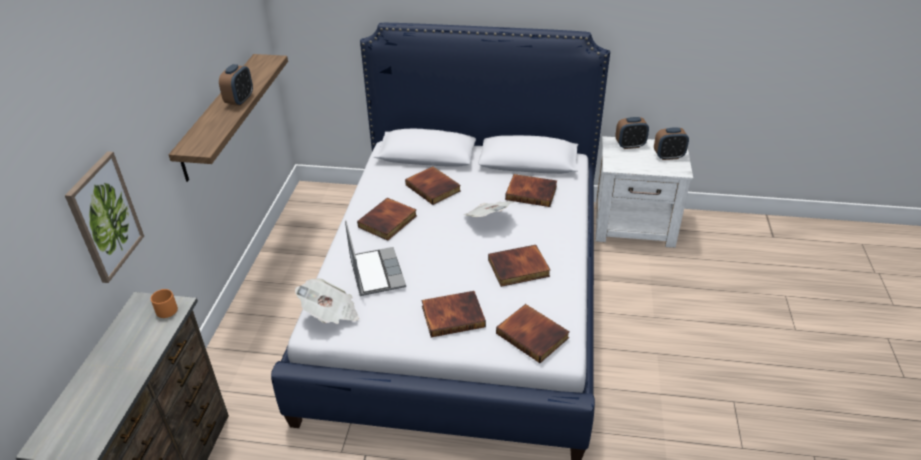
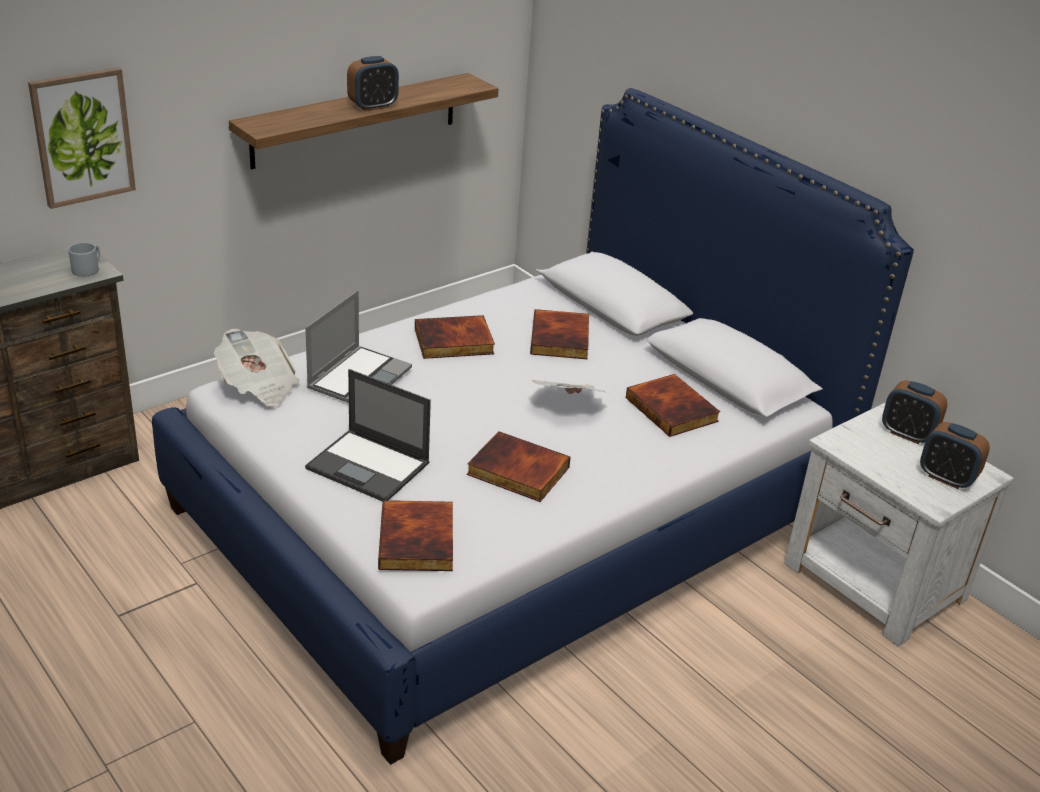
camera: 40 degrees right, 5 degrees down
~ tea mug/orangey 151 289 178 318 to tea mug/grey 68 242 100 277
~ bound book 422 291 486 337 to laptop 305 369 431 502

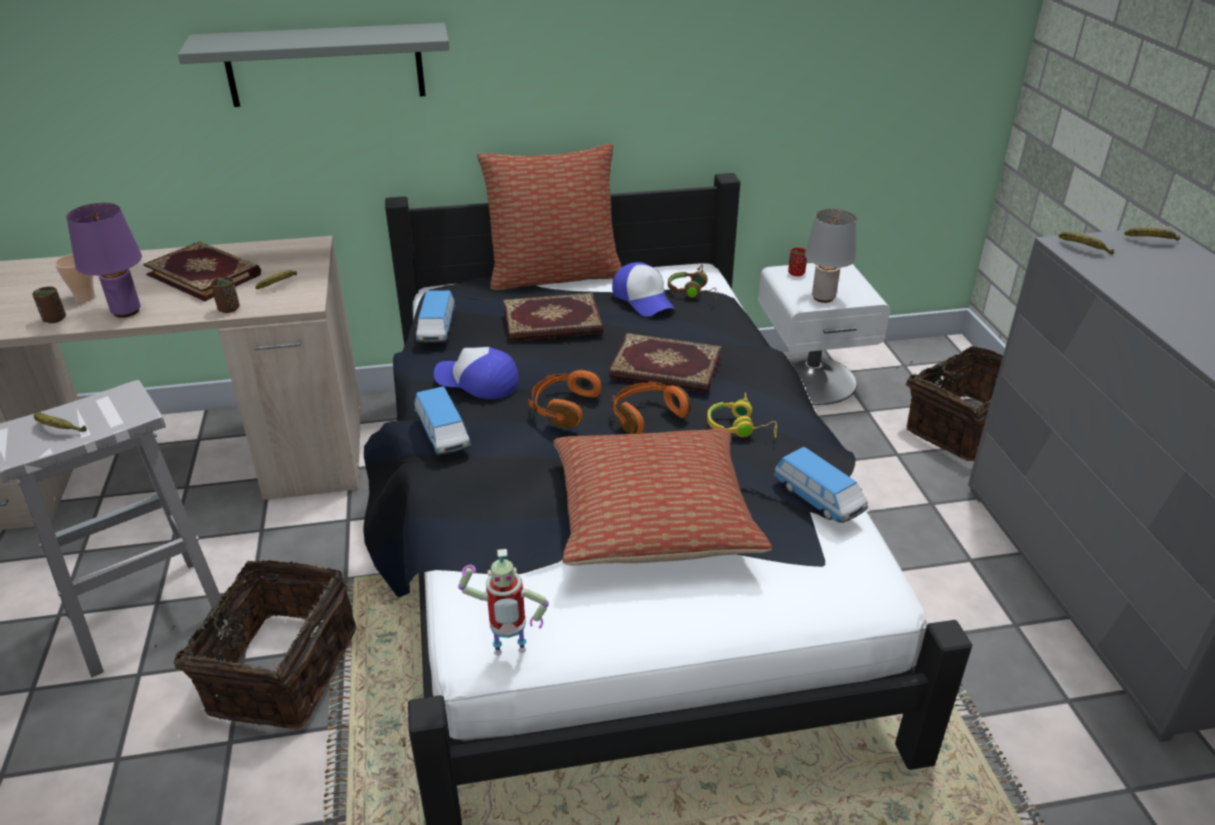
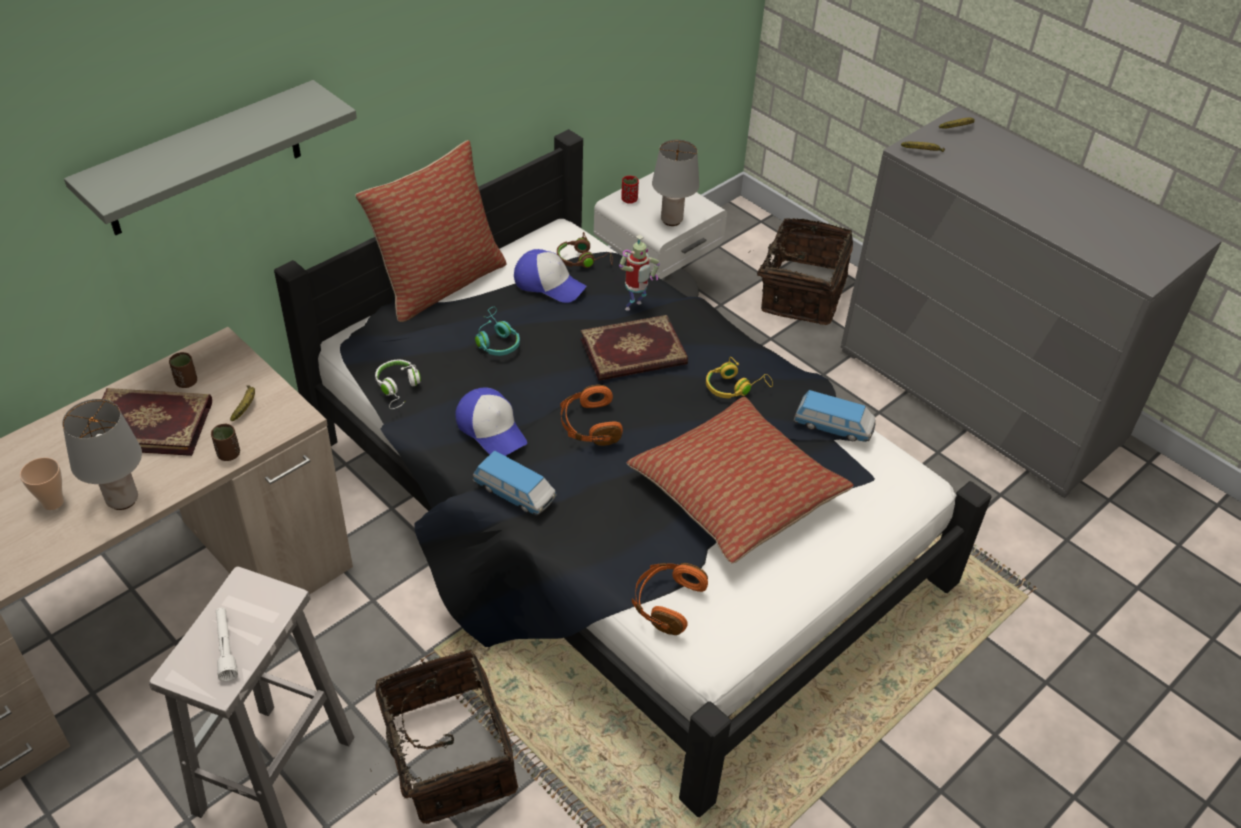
camera: 35 degrees left, 10 degrees up
~ table lamp/purple-coloured 66 203 142 318 to table lamp/grey 62 399 142 510
~ drinking cup/brown 32 286 66 323 to 169 352 197 388
~ model car 415 290 455 343 to pair of headphones/white 375 360 421 409
~ bound book 503 293 603 341 to pair of headphones/blue-green 475 307 520 356
~ cap 434 347 519 399 = 455 387 527 456 120 degrees counterclockwise
~ pair of headphones/orangey 612 381 691 434 to 632 563 708 635
~ banana 33 413 87 432 to flashlight/white 216 608 238 681
~ toy robot 458 549 549 656 to 619 235 660 311

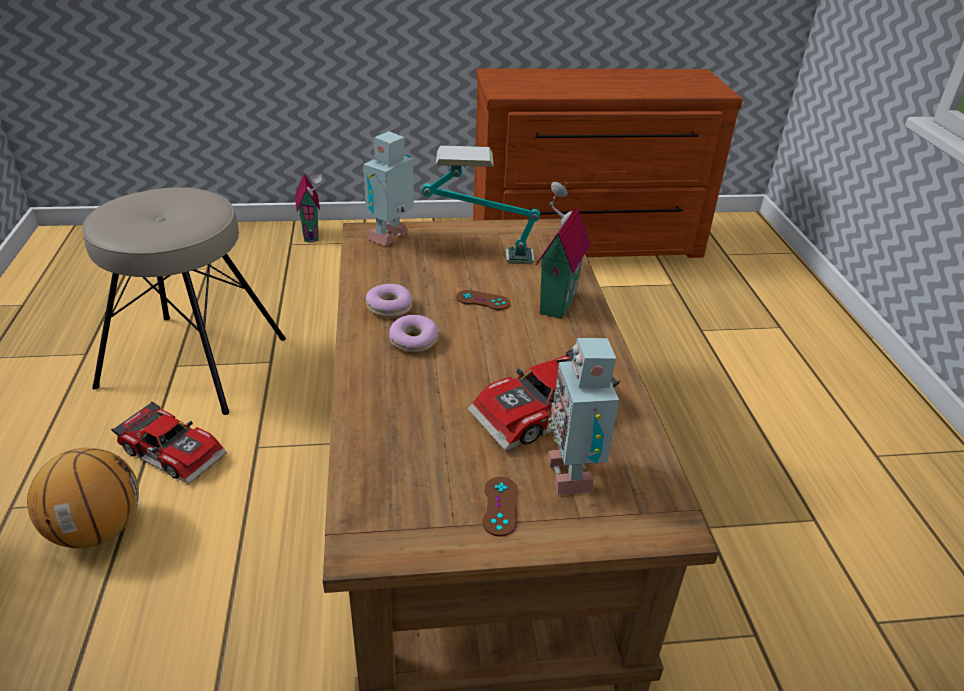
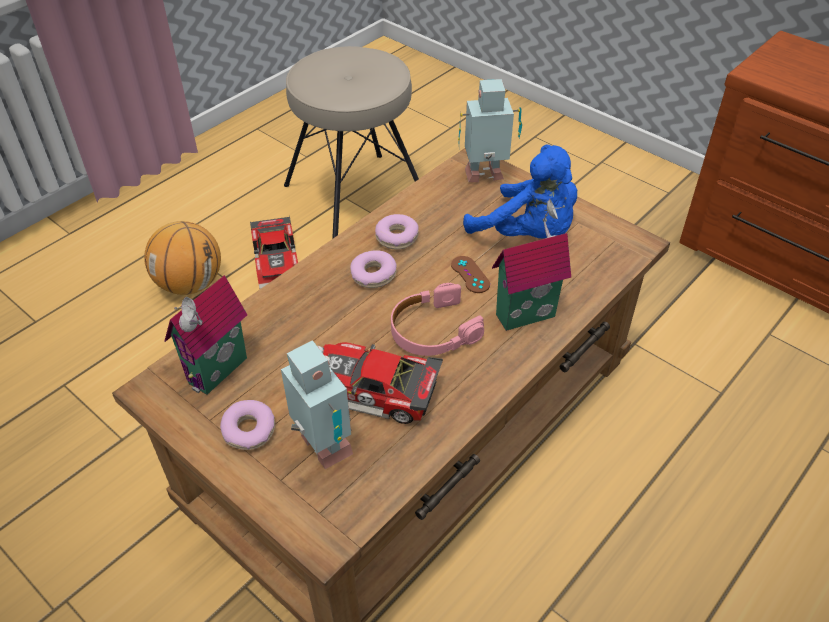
camera: 50 degrees right, 10 degrees up
~ table lamp 422 145 540 264 to plush toy/blue 463 145 577 238
~ toy house 295 171 322 242 to 165 275 247 395
~ toy robot 547 338 619 495 = 281 340 353 469 105 degrees clockwise
~ joypad/brown 482 477 518 537 to doughnut 220 400 275 450
+ pair of headphones/pinkish 391 283 484 356

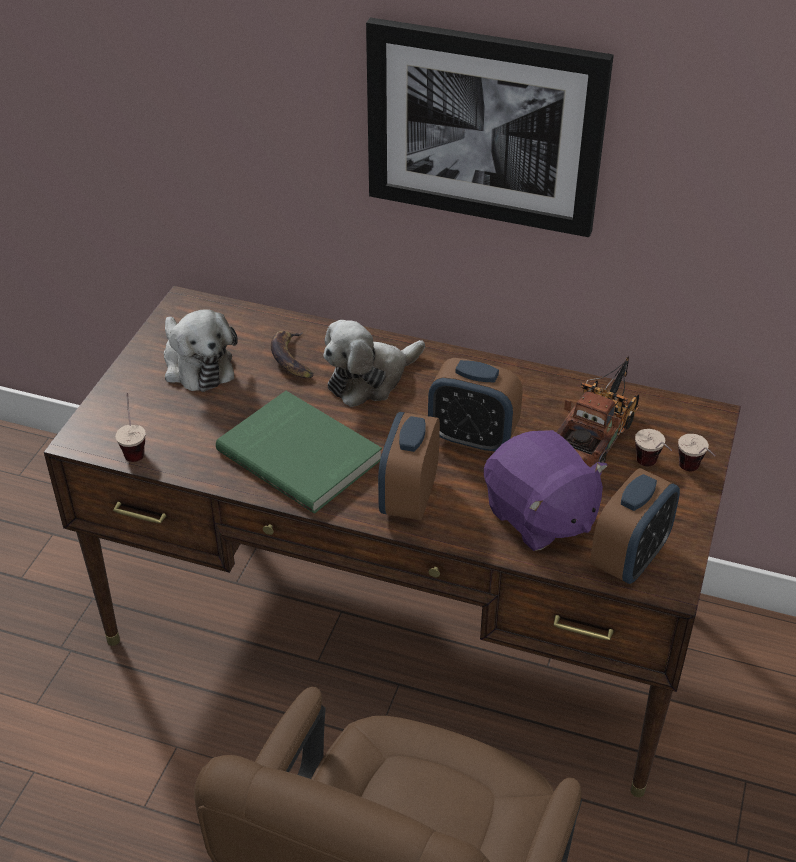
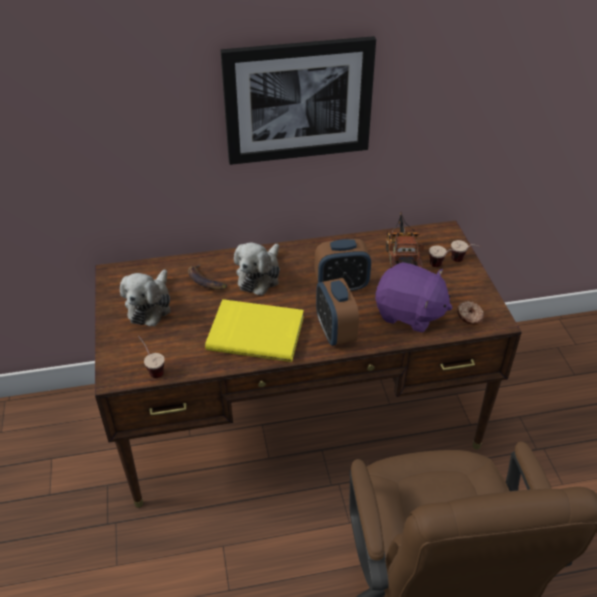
camera: 30 degrees left, 0 degrees up
~ plush toy 164 309 238 392 = 120 269 171 326 75 degrees clockwise
~ bound book/greenish 216 391 382 513 to bound book/yellow-coloured 205 299 304 362
~ table clock 590 468 680 584 to doughnut 457 301 484 325

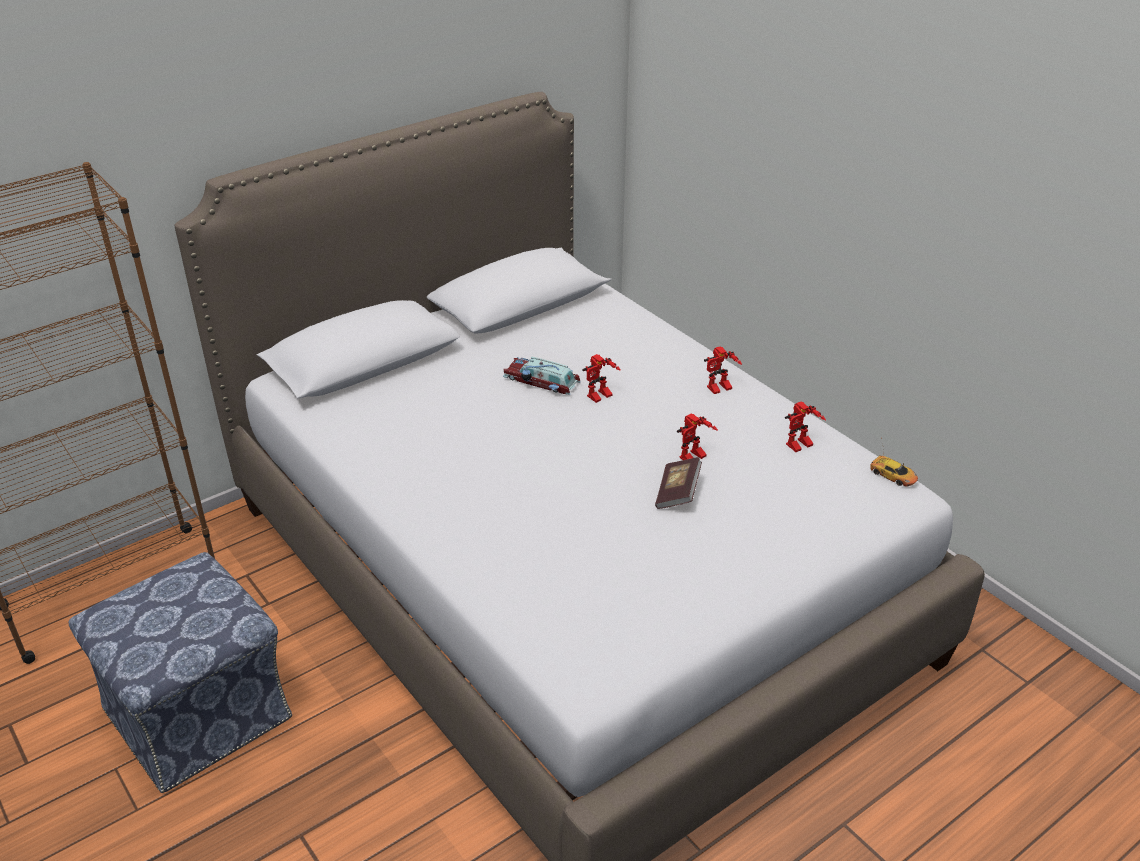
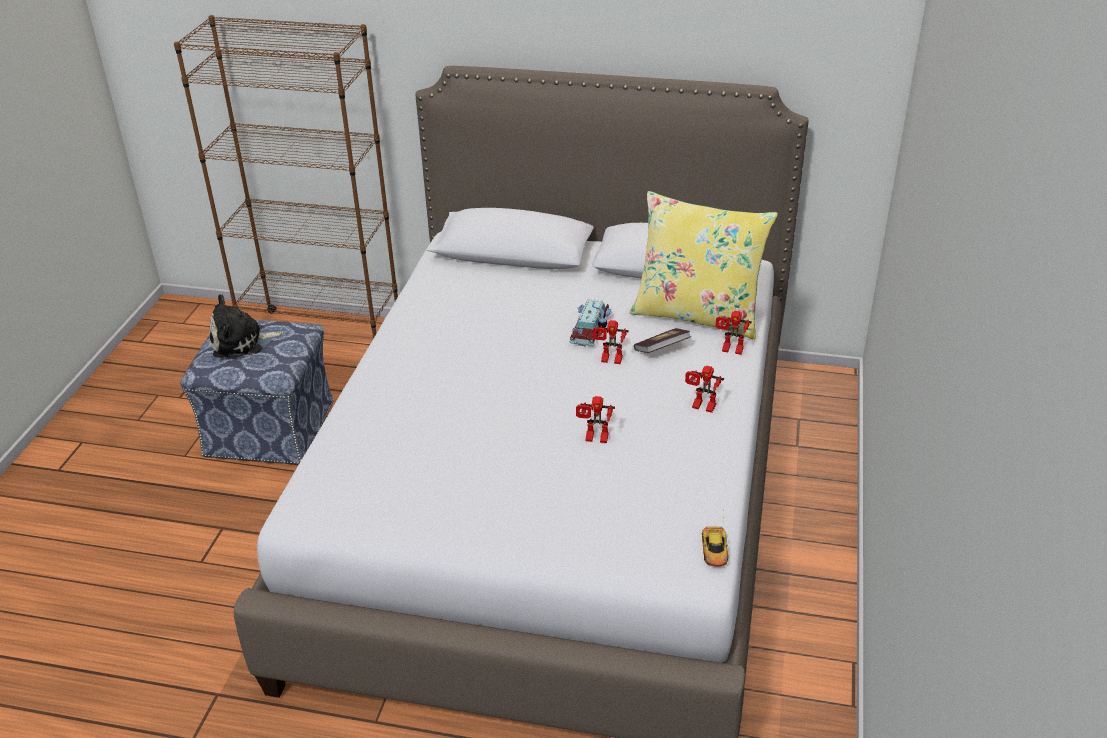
camera: 50 degrees right, 0 degrees up
~ model car 503 356 581 395 = 570 299 612 346 150 degrees counterclockwise
~ toy robot 785 401 826 452 to 715 310 752 355
~ bound book 655 457 702 509 to 634 328 691 353
+ throw pillow/yellow-coloured 630 191 778 339
+ plush toy 209 294 284 360

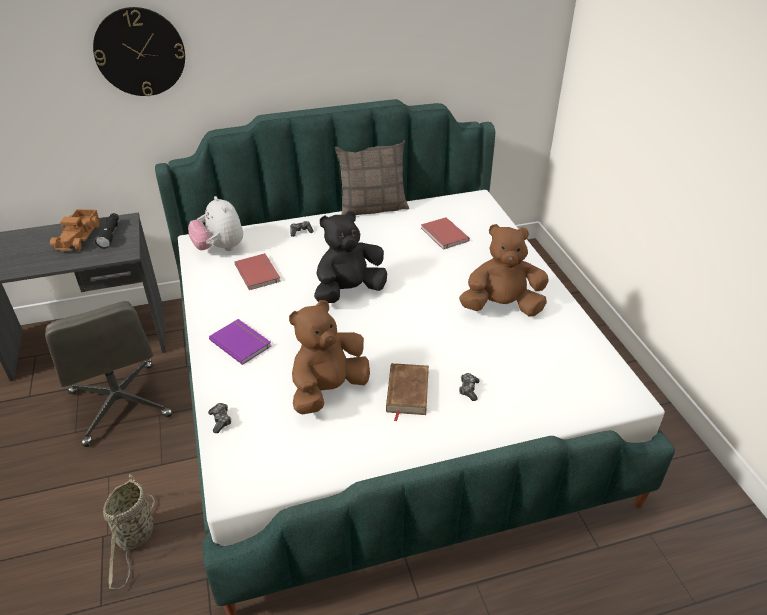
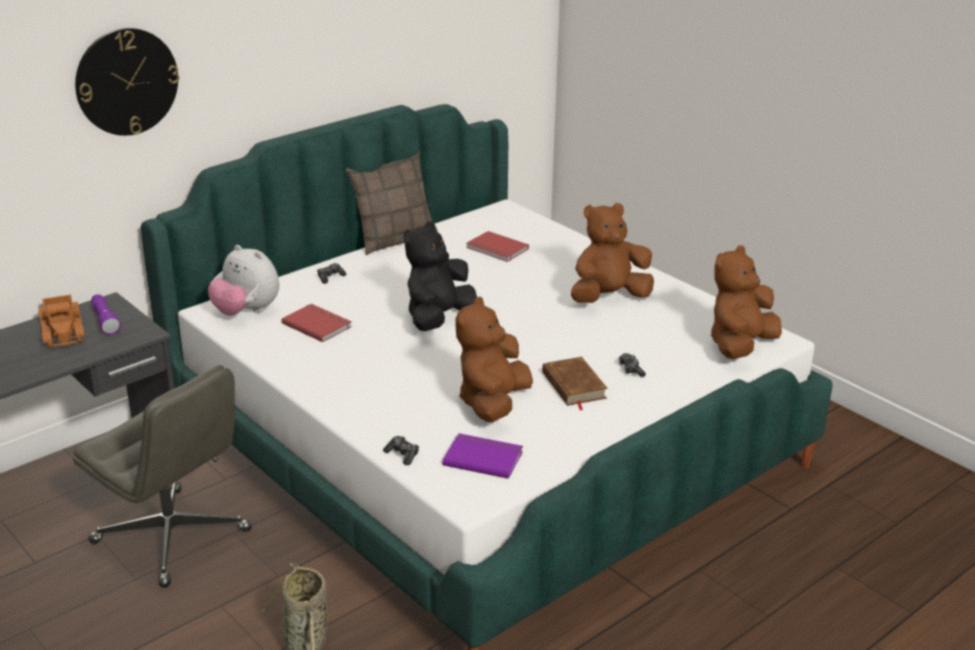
camera: 25 degrees left, 10 degrees down
~ flashlight/blackish 95 213 119 249 to flashlight/purple-coloured 91 294 121 335
~ bound book/purple-coloured 209 319 271 365 to 442 433 523 479
+ plush toy/brown 711 245 782 359

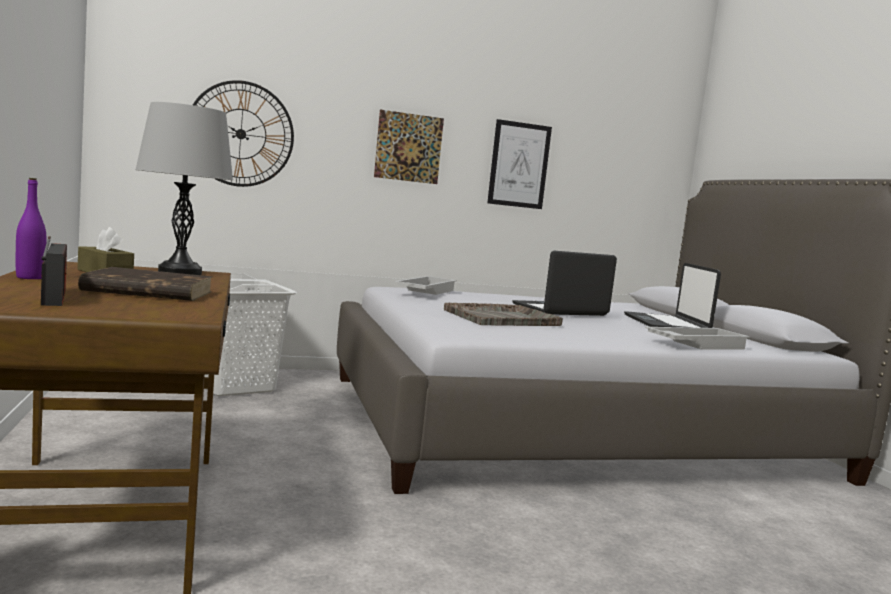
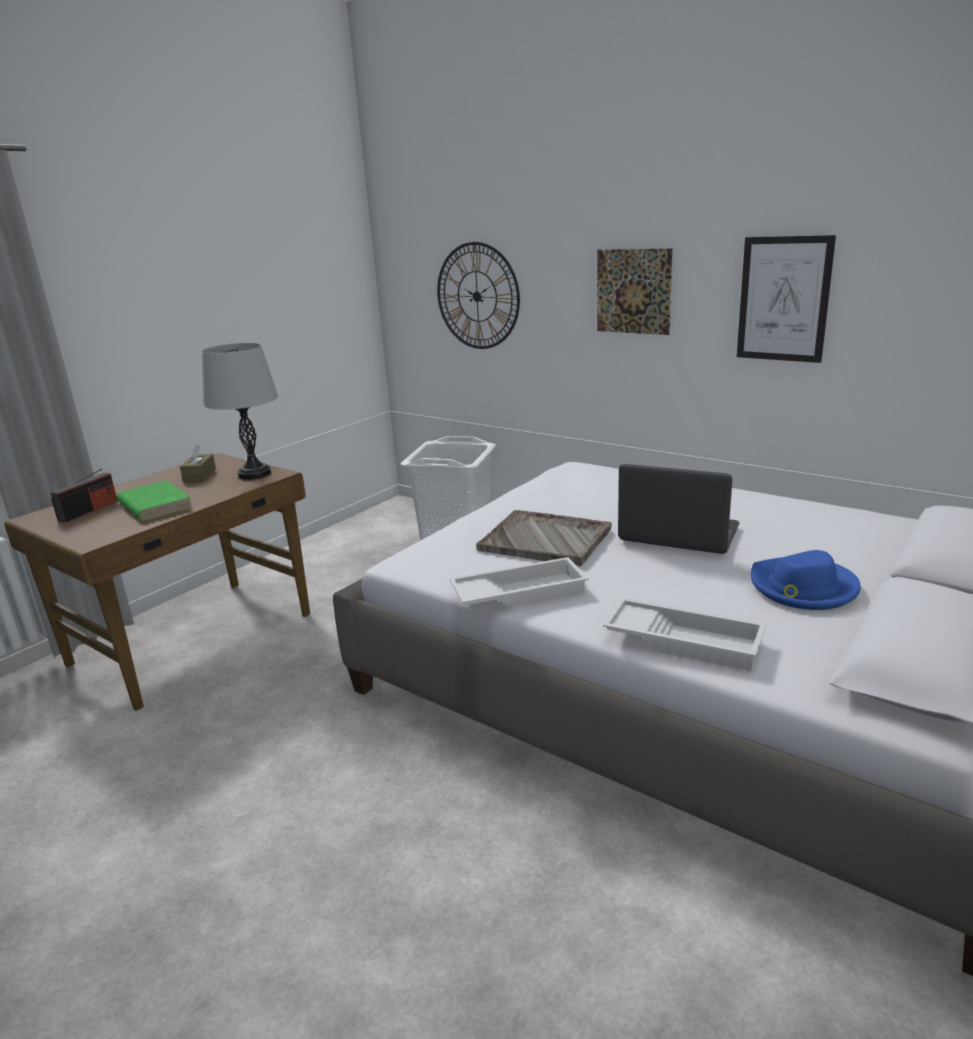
camera: 55 degrees right, 15 degrees up
- drink bottle/purple-coloured 16 178 46 279
~ laptop 624 263 721 328 to wearable hat/blue 751 550 861 610
~ bound book/brown 78 267 213 301 to bound book/greenish 117 480 193 521
~ carrying tray/white 395 276 457 295 to 450 557 588 608

